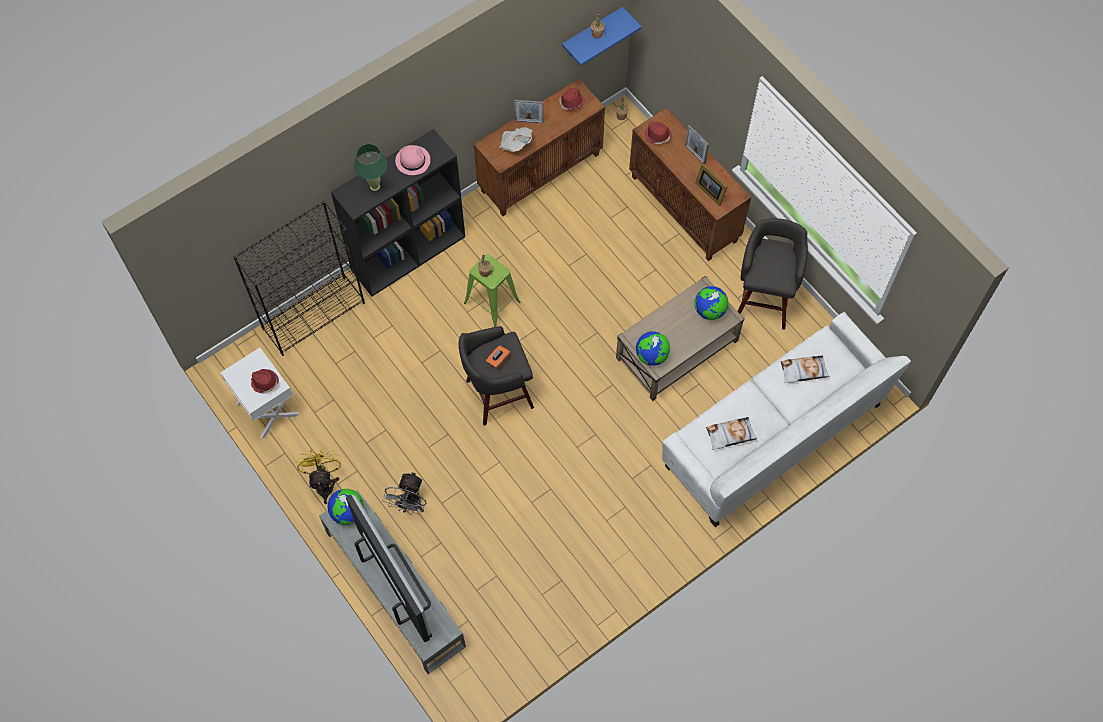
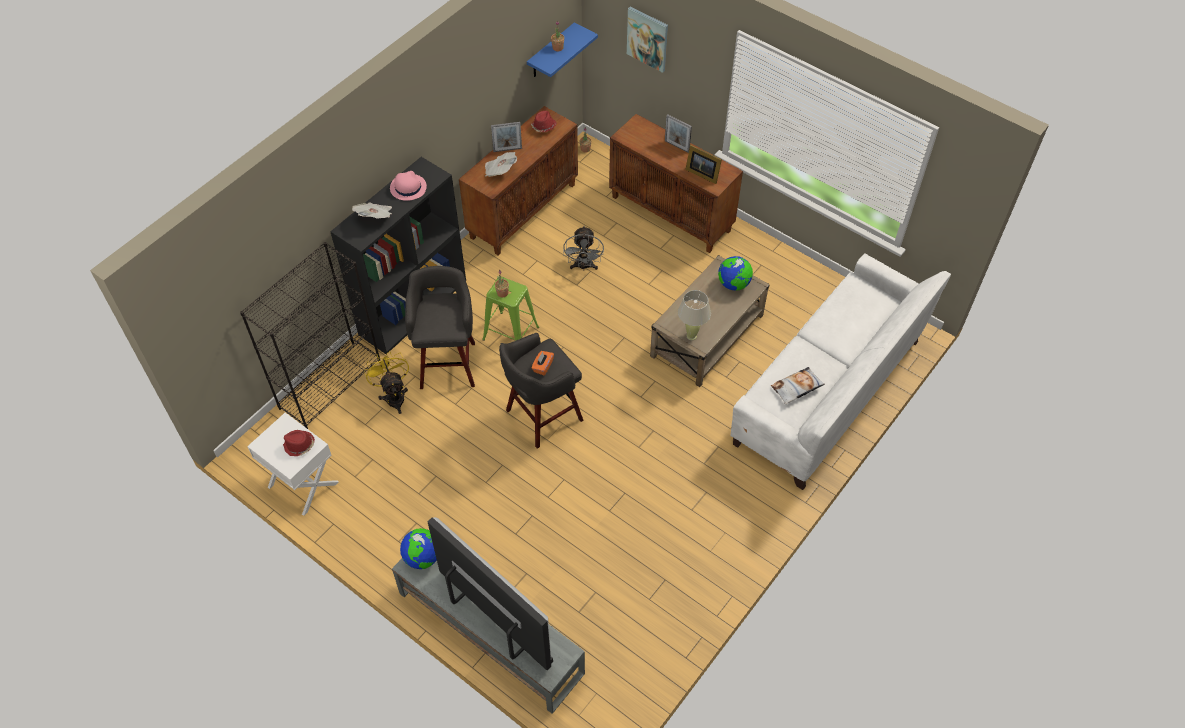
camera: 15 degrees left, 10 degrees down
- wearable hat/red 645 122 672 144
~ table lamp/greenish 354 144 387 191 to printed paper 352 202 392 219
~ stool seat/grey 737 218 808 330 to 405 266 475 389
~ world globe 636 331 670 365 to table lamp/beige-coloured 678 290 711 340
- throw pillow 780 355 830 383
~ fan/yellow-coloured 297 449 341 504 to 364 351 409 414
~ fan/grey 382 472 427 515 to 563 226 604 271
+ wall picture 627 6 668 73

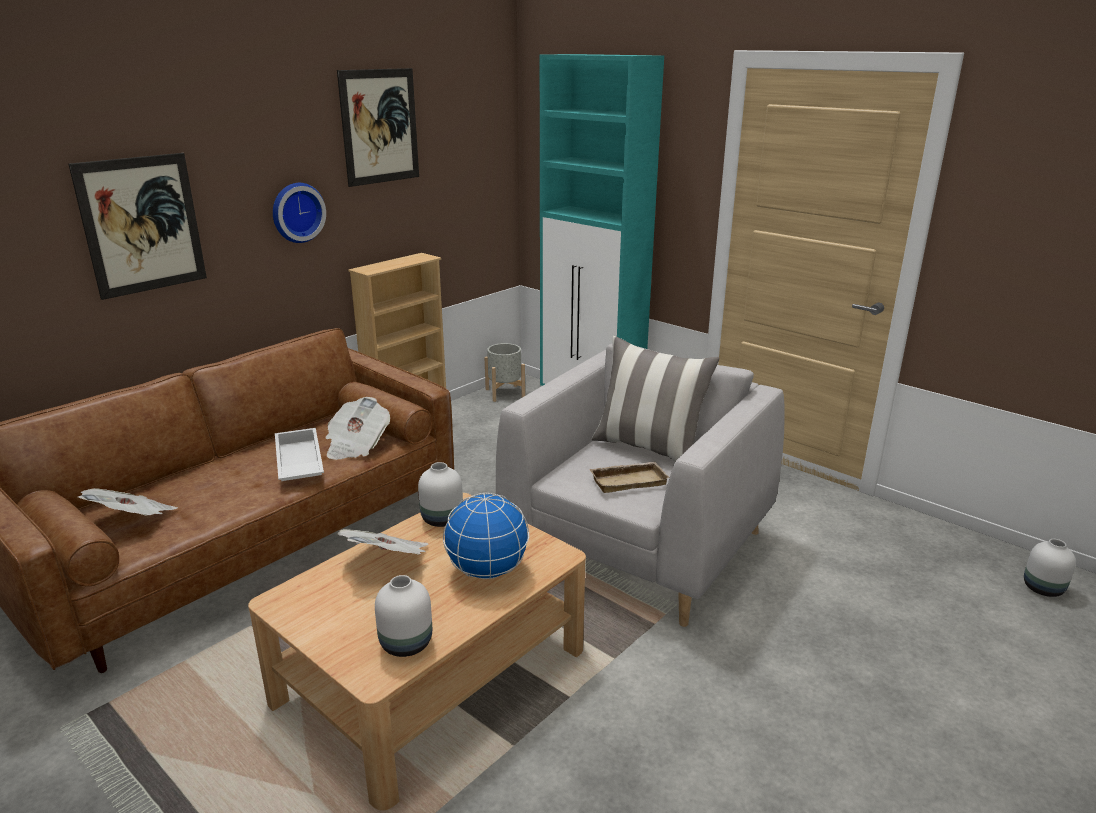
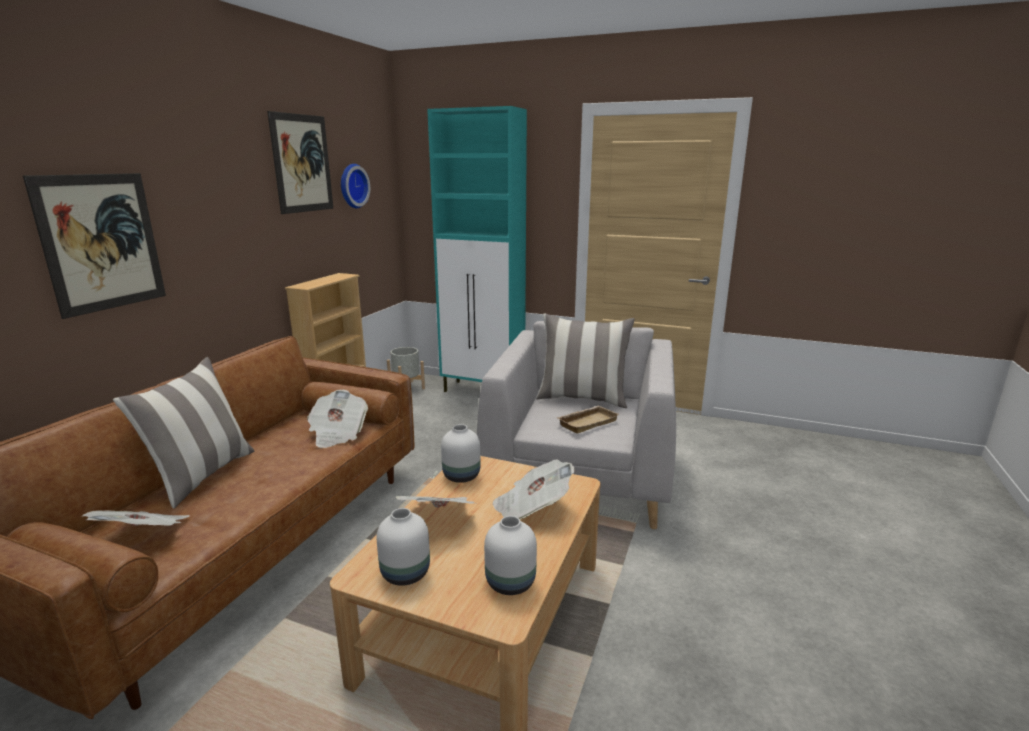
camera: 20 degrees left, 5 degrees down
~ wall clock 273 183 326 243 to 341 164 370 208
- carrying tray/white 275 428 324 481
~ world globe 443 493 529 580 to printed paper 492 459 575 519
~ flower vase/white 1024 539 1076 597 to 377 508 430 586
+ throw pillow 113 357 254 509

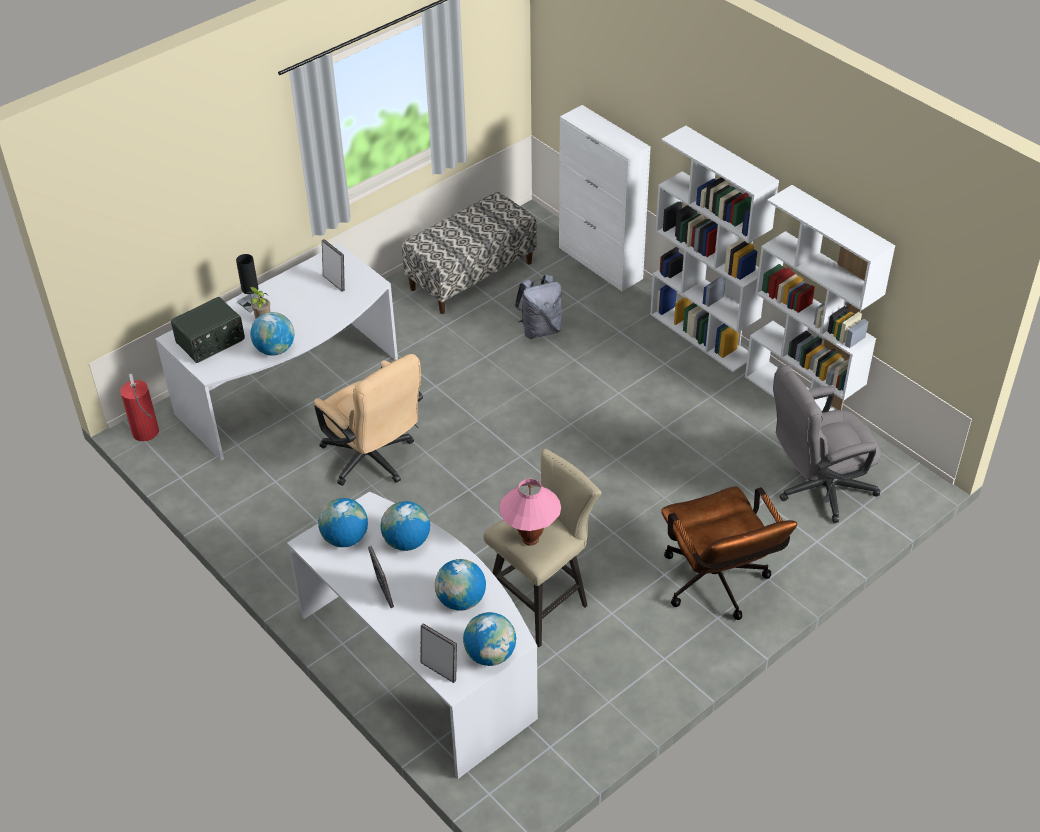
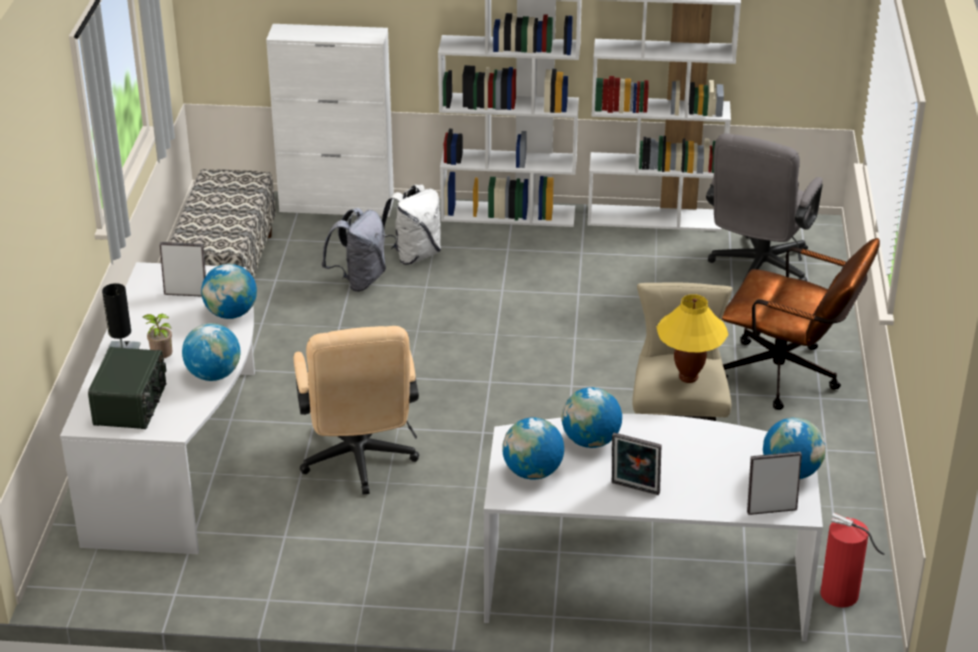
camera: 45 degrees left, 10 degrees down
~ computer chair/beige-coloured 314 354 423 486 = 293 326 419 494 75 degrees clockwise
~ extinguisher 120 374 159 441 to 820 513 885 607
~ table lamp/pinkish 499 479 561 546 to table lamp/yellow-coloured 657 294 729 383
~ world globe 435 559 486 611 to 201 264 257 319
+ rucksack/white 381 185 441 265

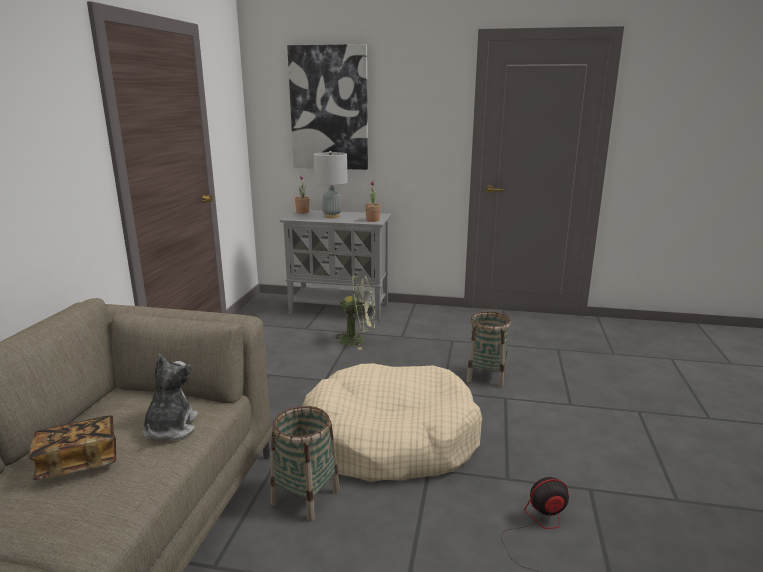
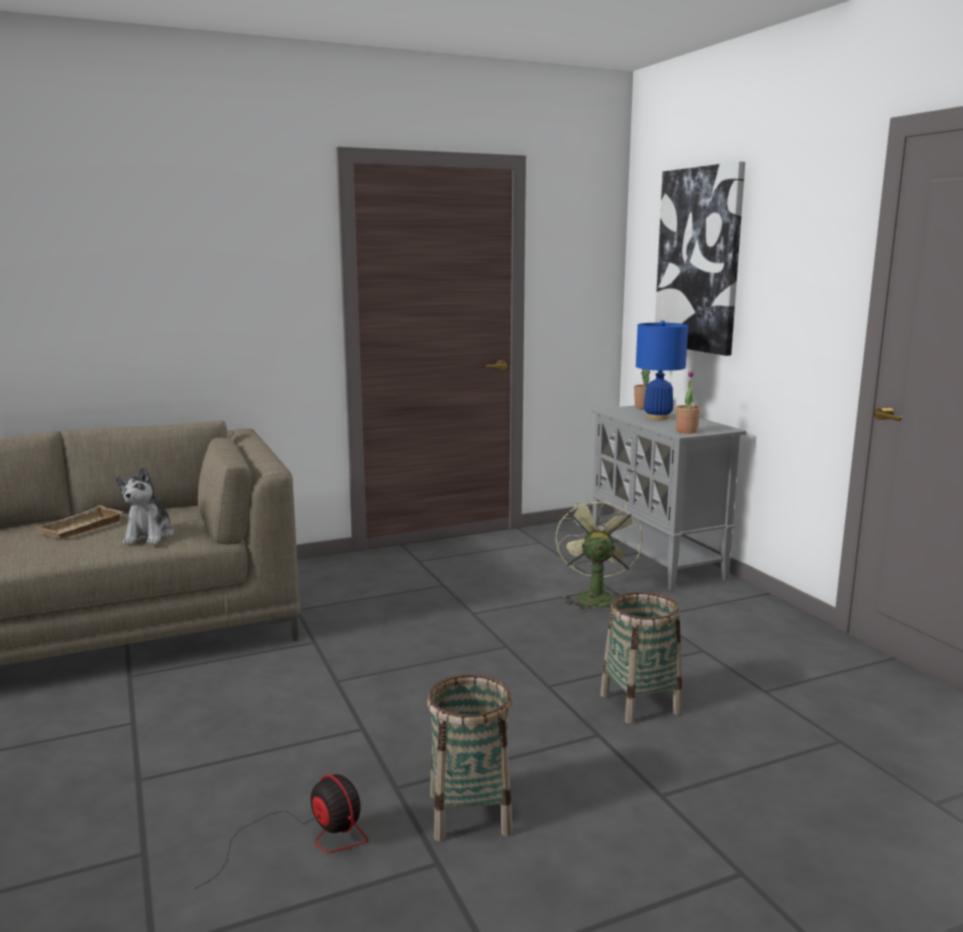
camera: 55 degrees right, 5 degrees down
~ table lamp/grey 314 151 348 218 to table lamp/blue 636 320 688 420
~ fan/greenish 332 275 375 350 = 556 496 643 612 135 degrees counterclockwise
~ plush toy 143 354 198 440 = 116 467 174 544 120 degrees clockwise
- pet bed/beige-coloured 302 363 482 482
~ storage basket 271 406 340 521 to 427 674 512 841
~ bound book 29 415 116 480 to carrying tray/beige-coloured 34 505 123 539

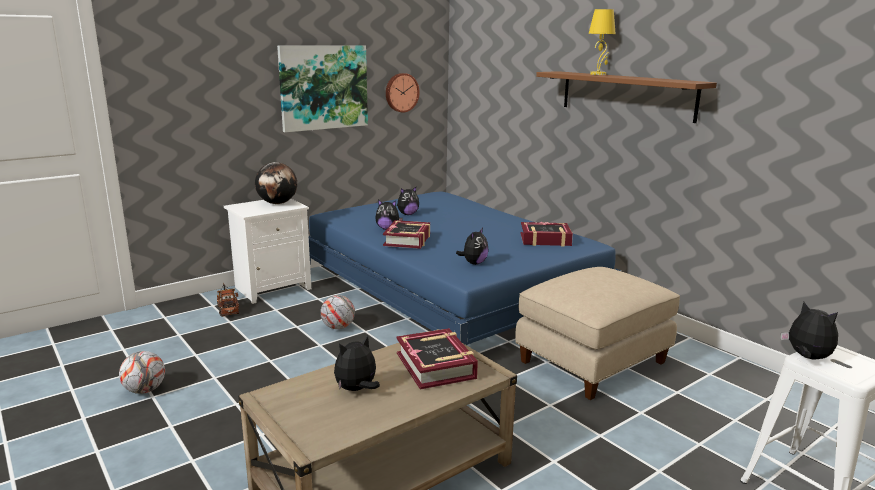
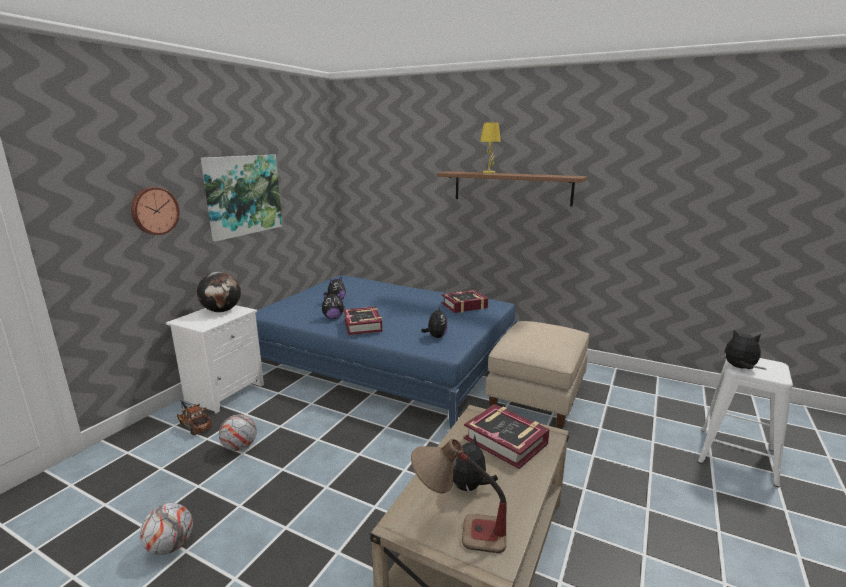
camera: 25 degrees left, 0 degrees up
~ wall clock 386 73 420 112 to 131 187 180 235
~ football 320 295 355 329 to 219 414 257 451
+ table lamp 411 439 507 553

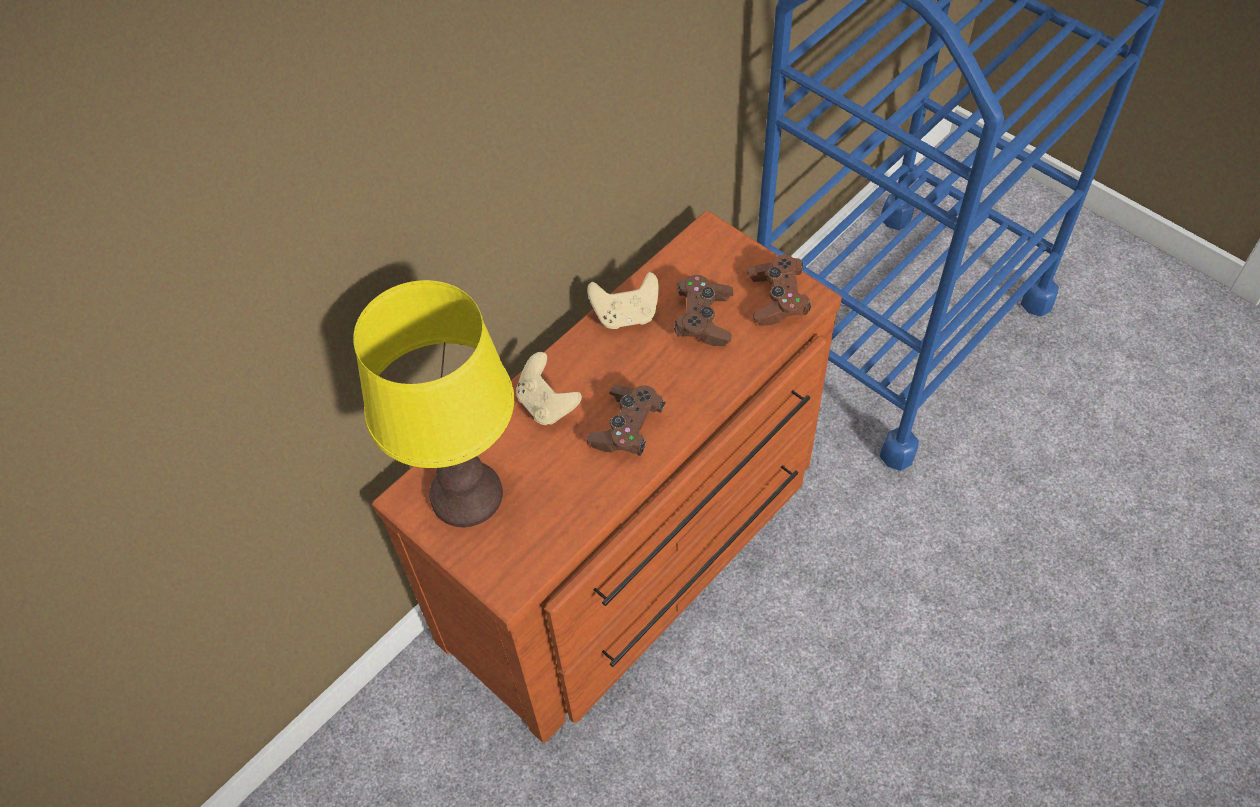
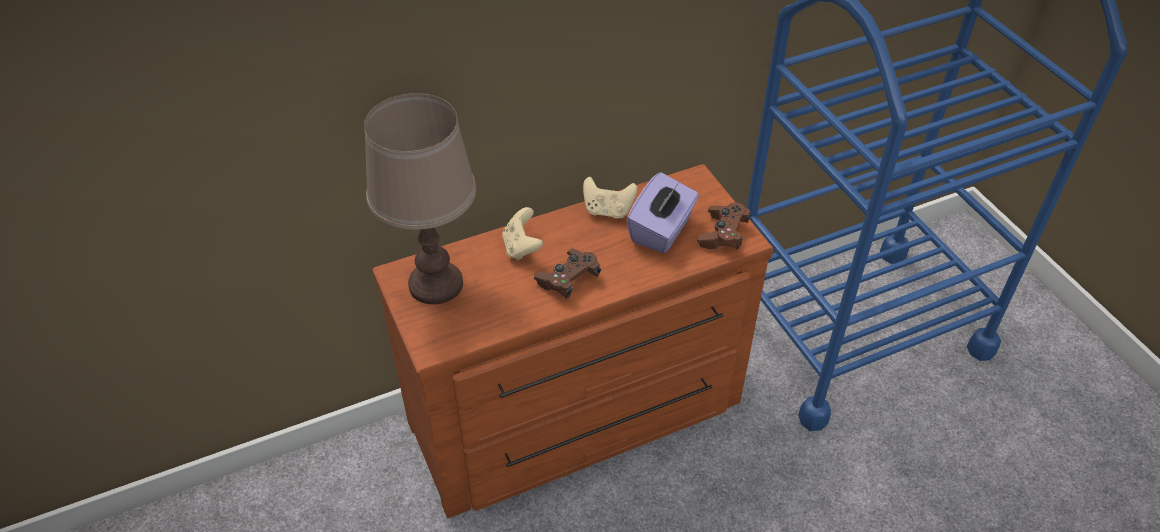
camera: 20 degrees right, 10 degrees down
~ joypad/brown 674 275 733 346 to tissue holder/purple-coloured 627 172 699 253
~ table lamp/yellow-coloured 353 280 514 527 to table lamp/brown 364 93 476 305

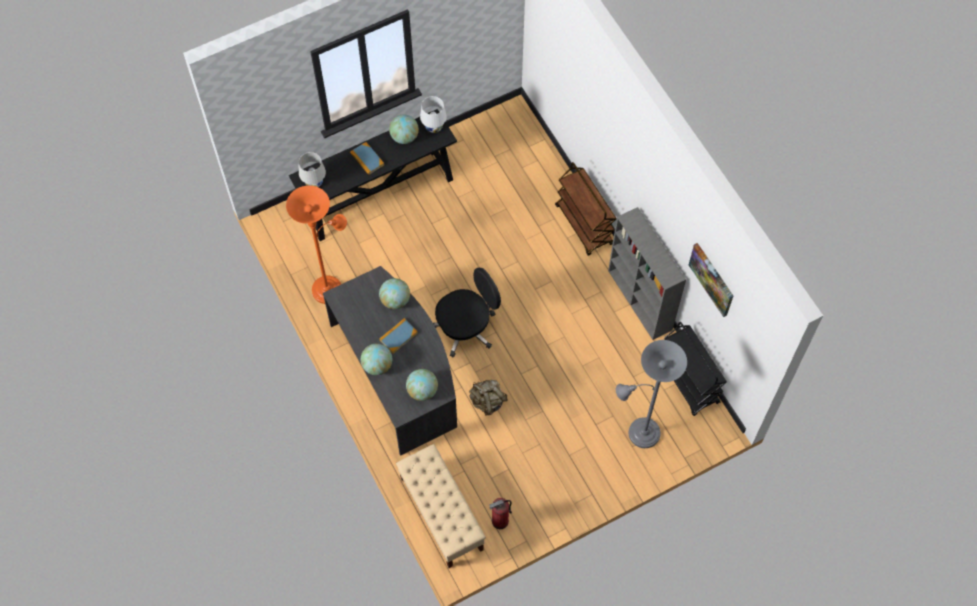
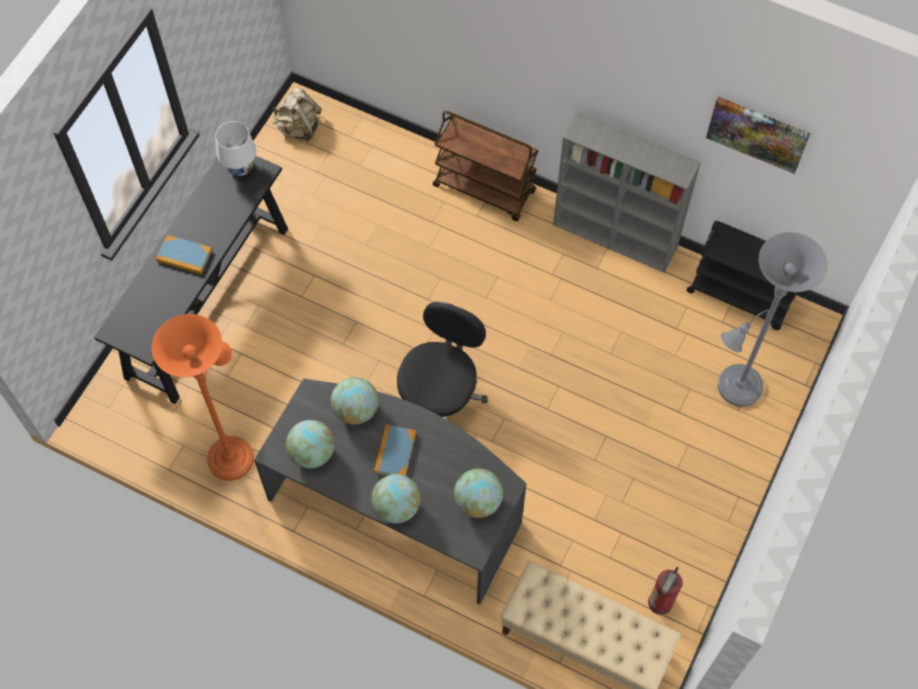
camera: 35 degrees left, 0 degrees up
~ world globe 389 114 419 144 to 286 420 335 468
- table lamp/white 299 152 326 187
~ rucksack/beige-coloured 469 380 508 416 to 272 88 322 142

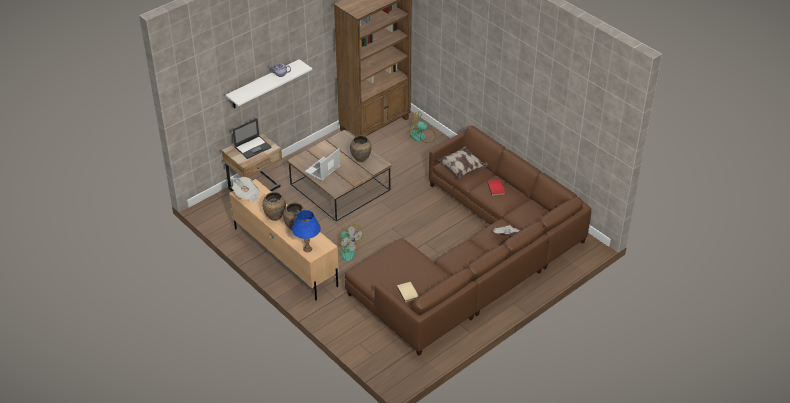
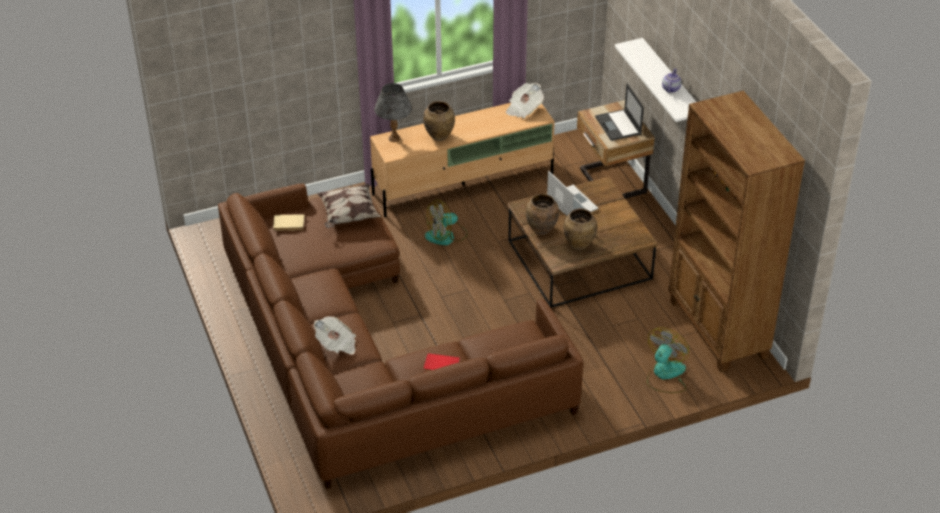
camera: 110 degrees right, 0 degrees up
~ throw pillow 437 146 489 178 to 317 184 381 228
~ flower vase/brown 262 192 286 221 to 526 194 559 235
~ table lamp/blue 292 210 321 252 to table lamp/grey 374 83 412 142

